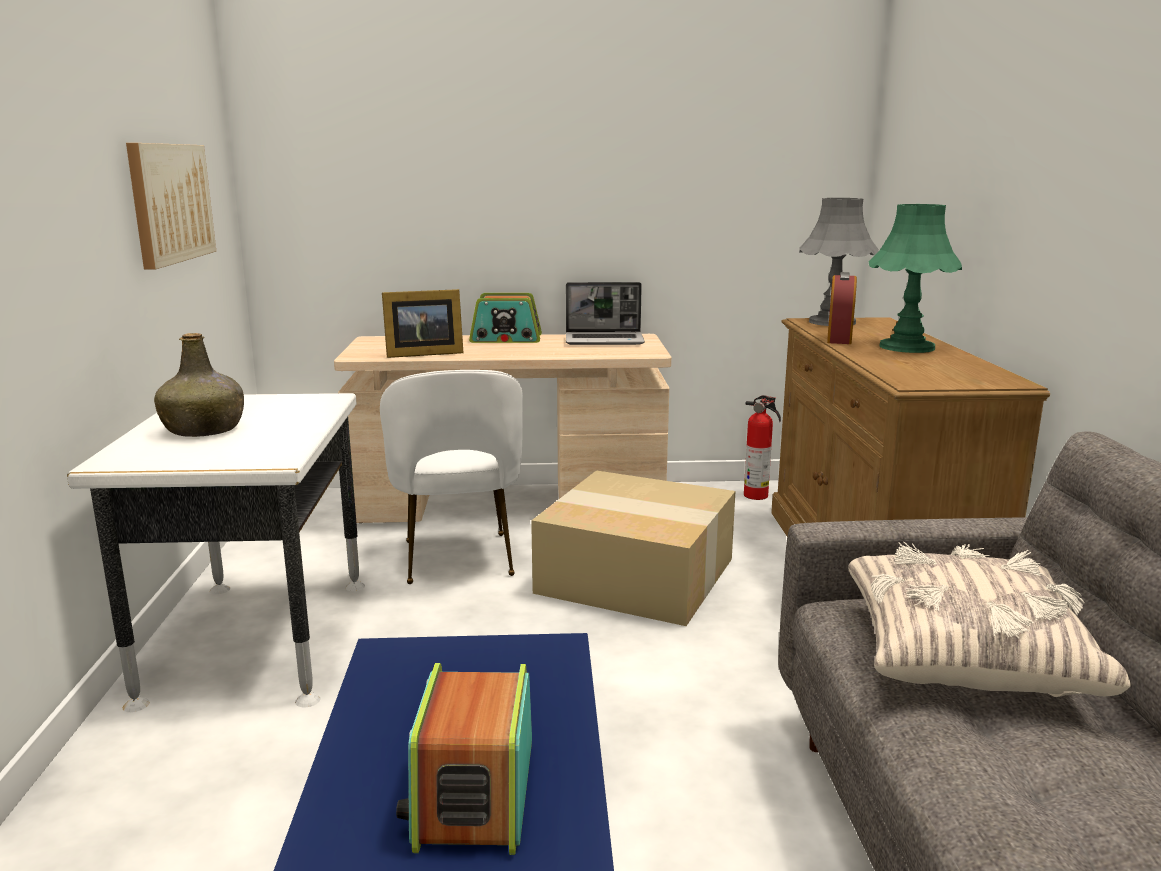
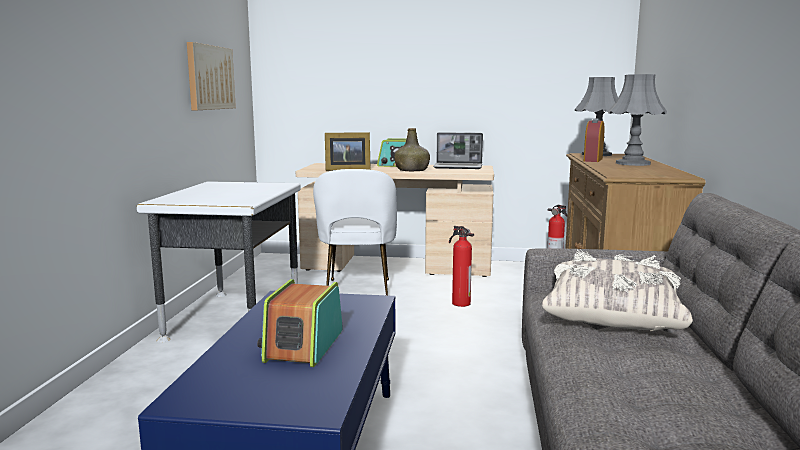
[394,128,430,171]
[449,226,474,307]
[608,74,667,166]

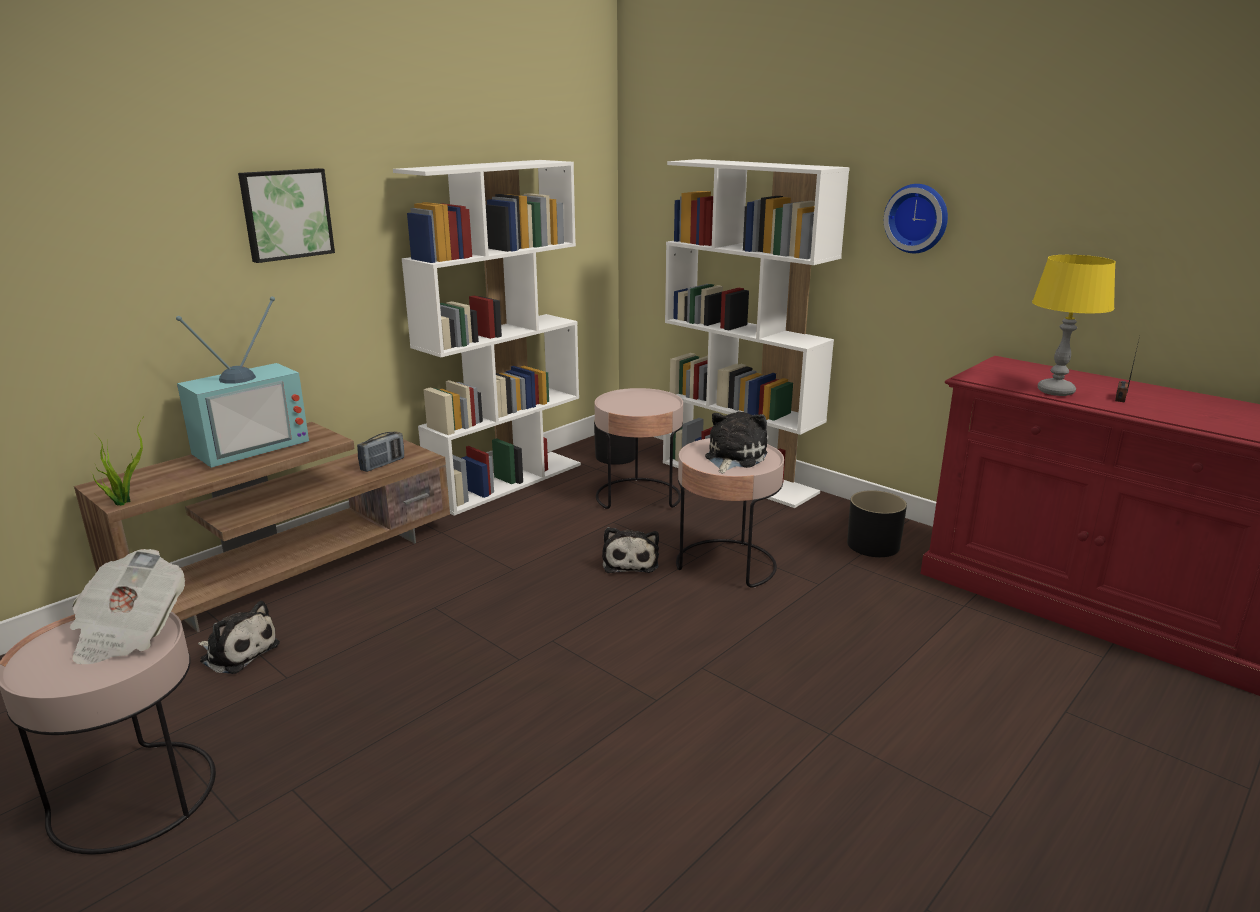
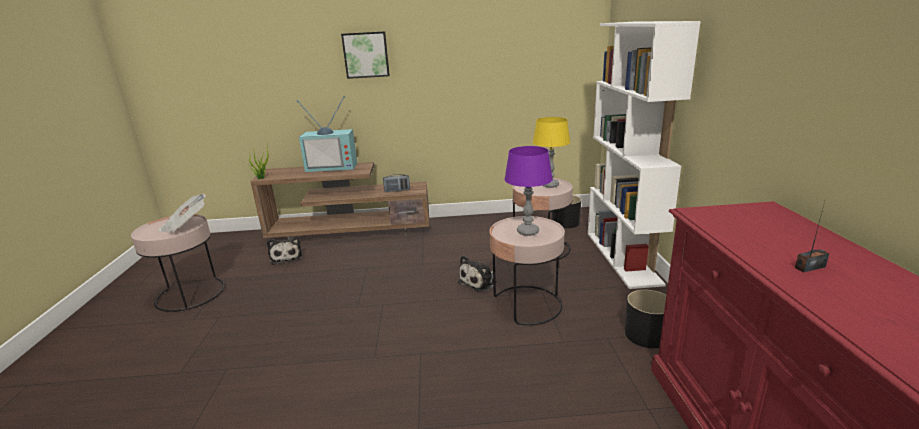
[393,160,581,516] (first image)
[504,146,553,236]
[884,184,948,253] (first image)
[532,117,570,188]

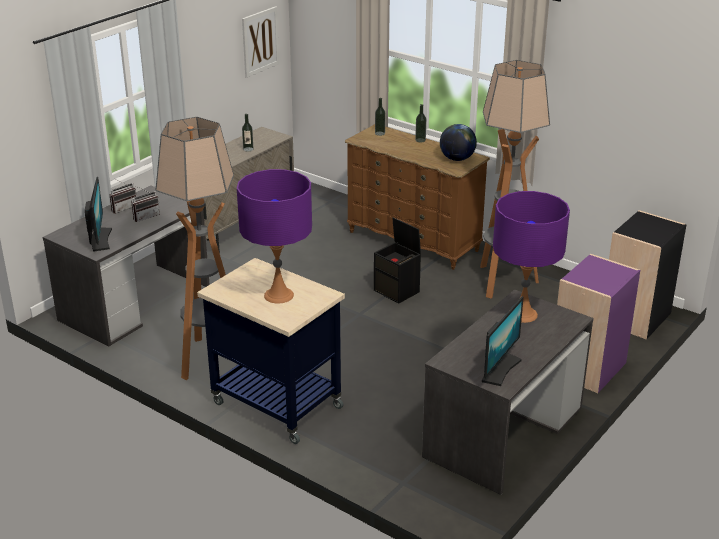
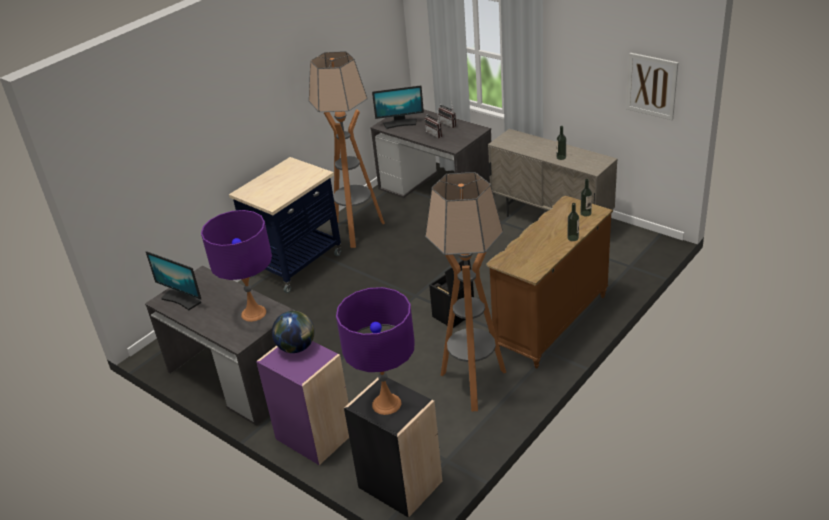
[336,287,415,415]
[272,311,314,353]

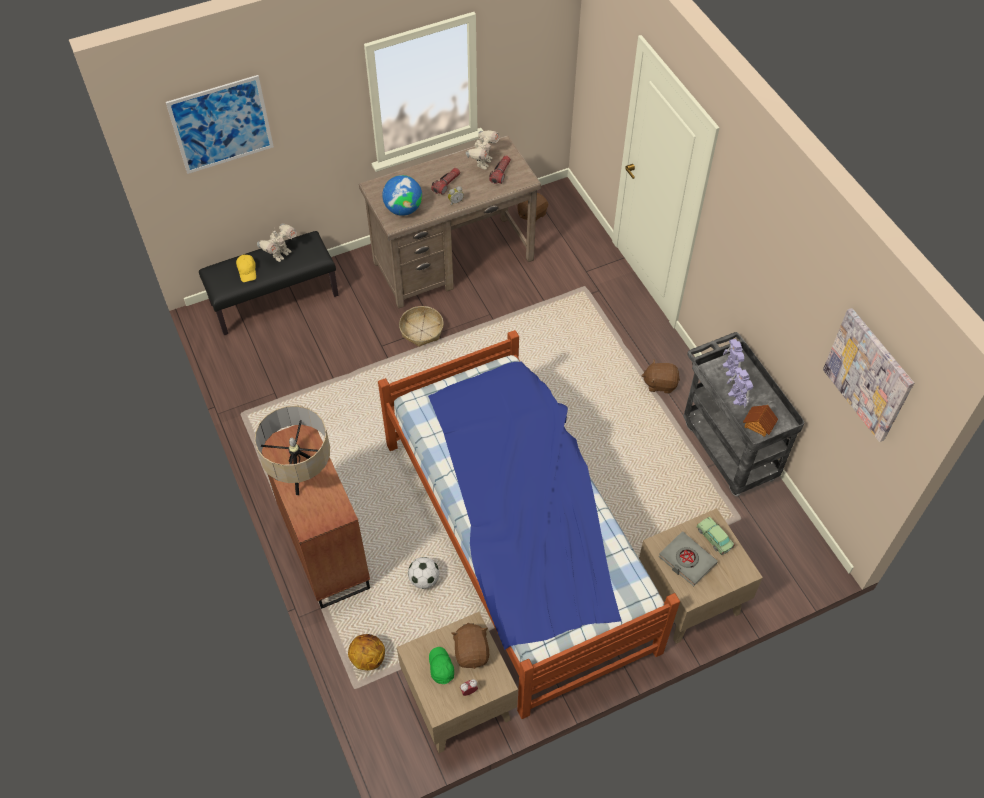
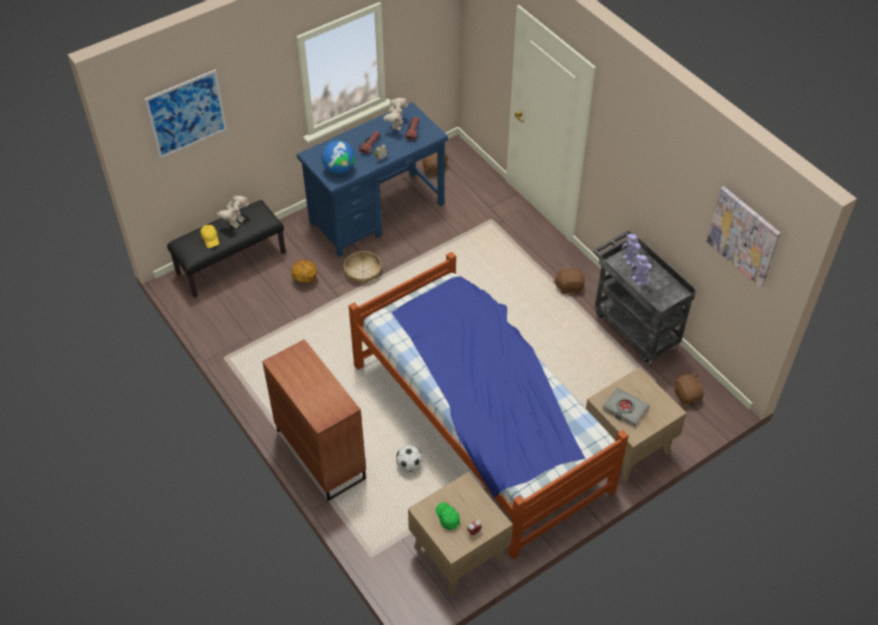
[255,405,330,495] (first image)
[291,259,317,283]
[297,102,448,257]
[674,374,704,404]
[696,516,735,555] (first image)
[743,405,778,437] (first image)

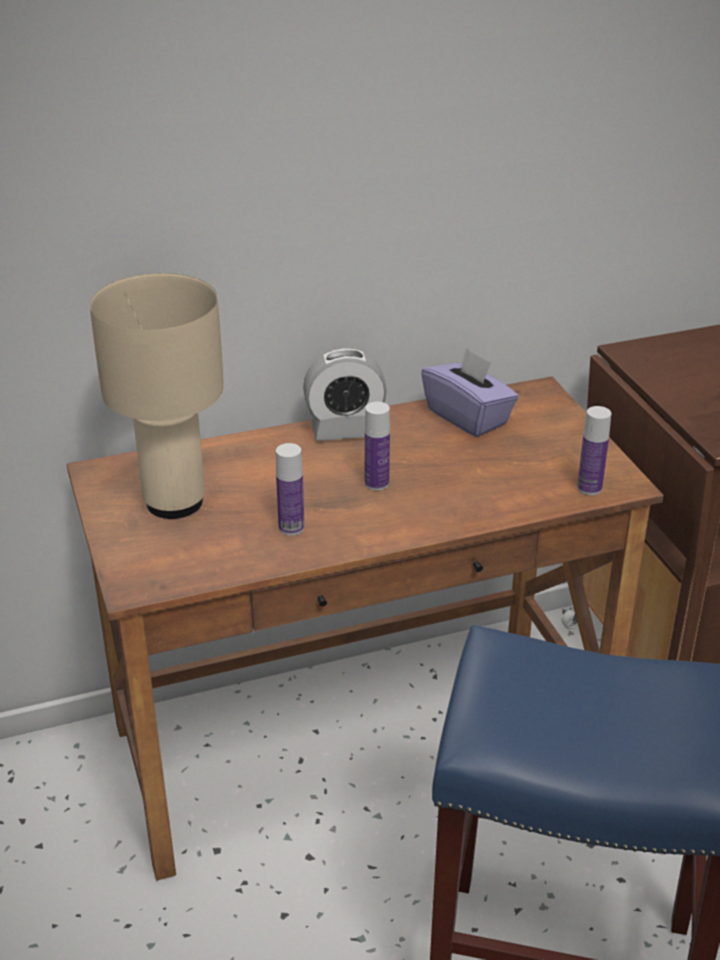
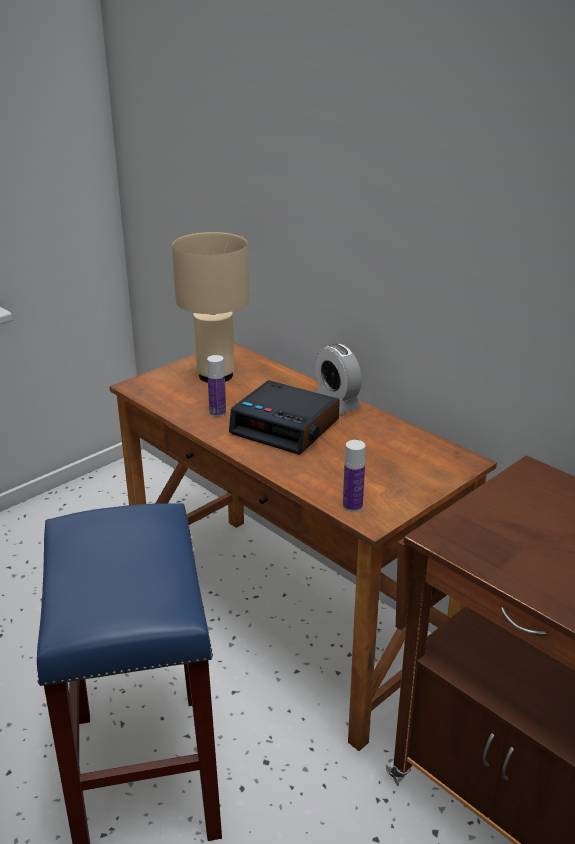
[229,380,340,455]
[421,348,519,437] (first image)

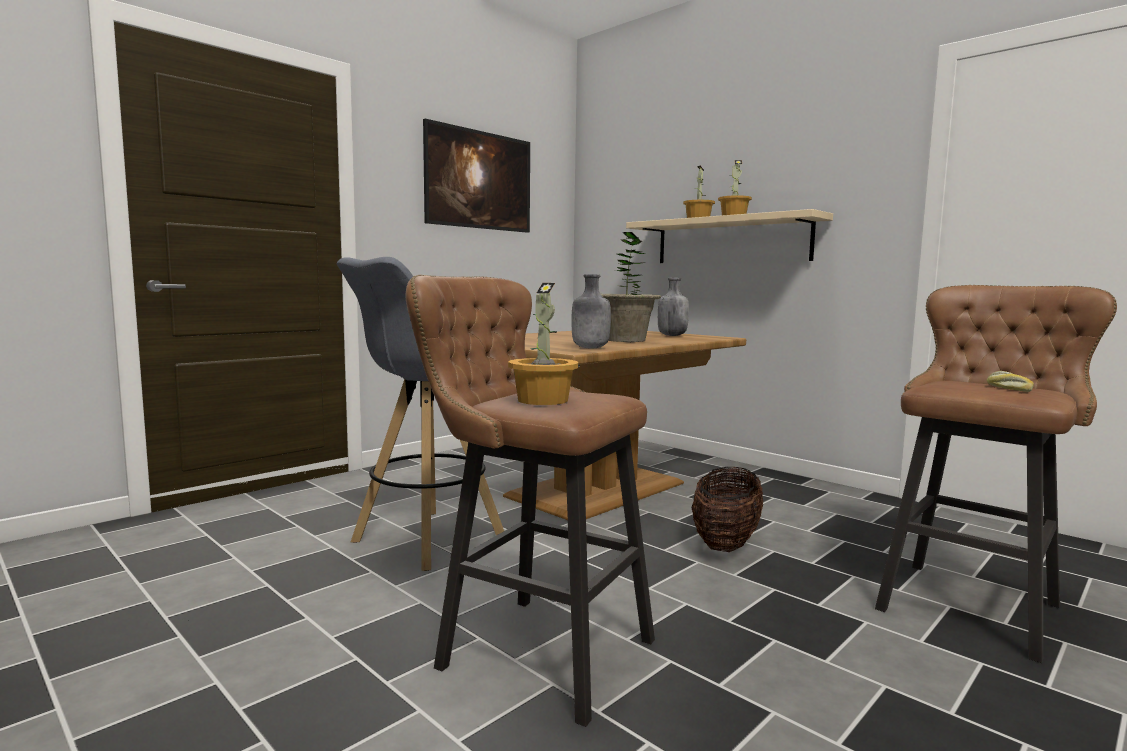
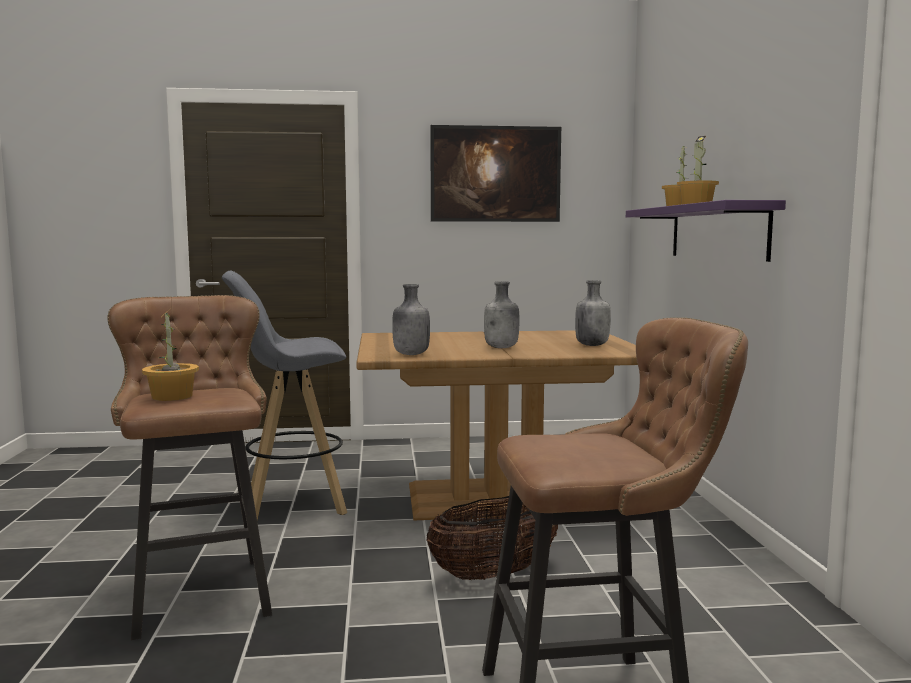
[484,281,519,348]
[626,200,786,262]
[987,371,1034,392] (first image)

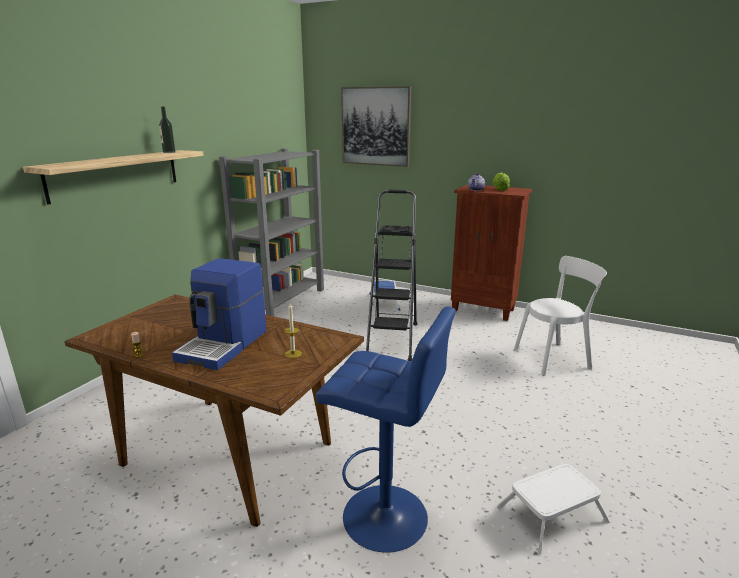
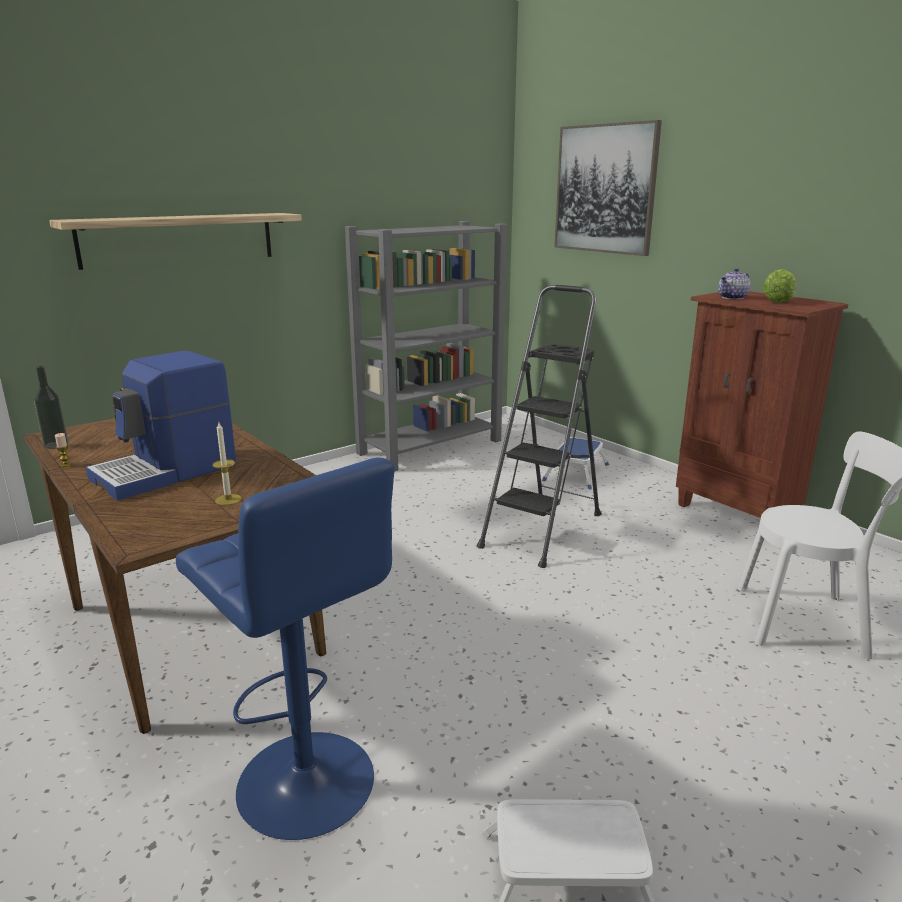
[34,366,68,449]

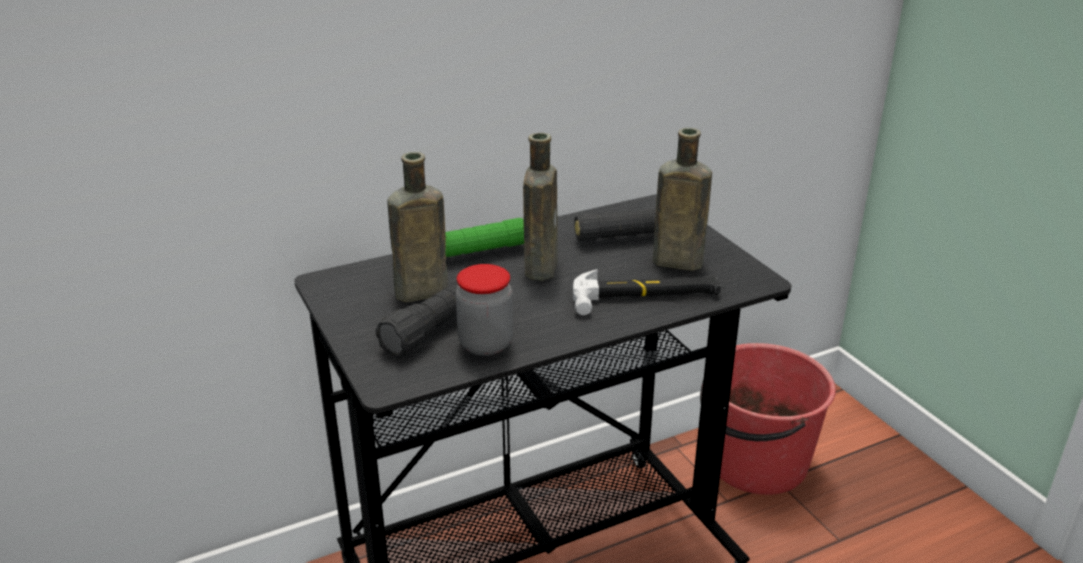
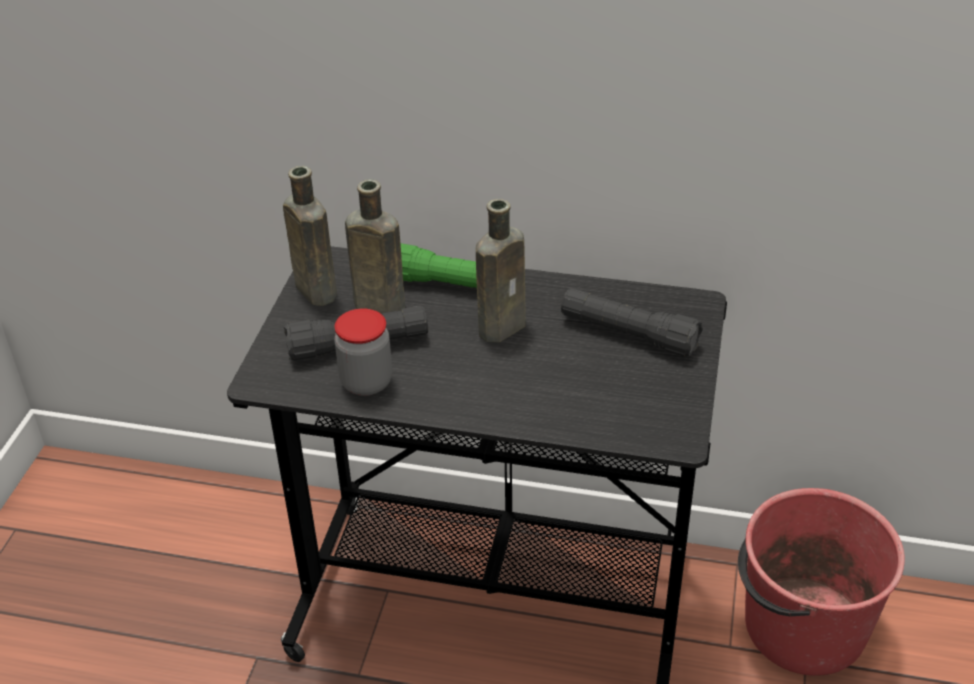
[573,269,721,315] (first image)
[283,166,337,306]

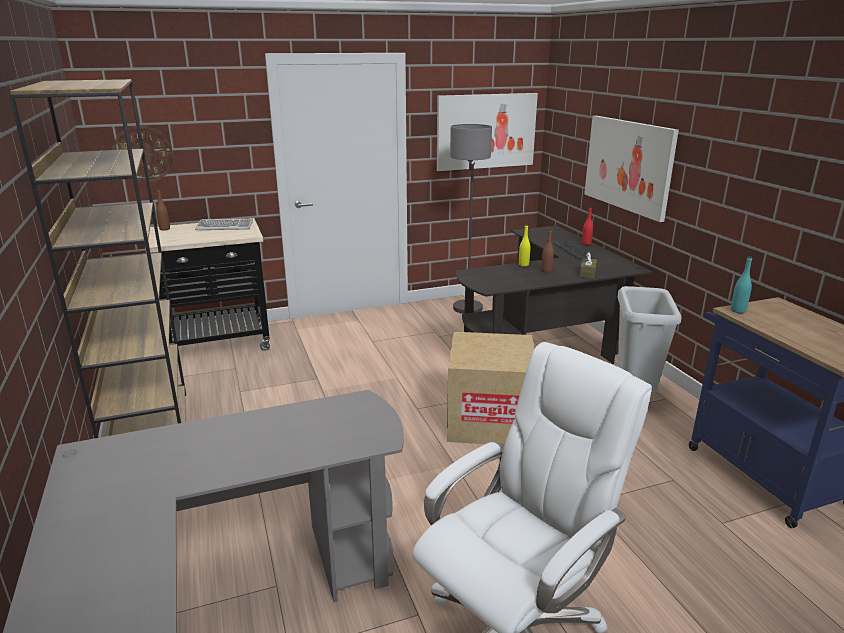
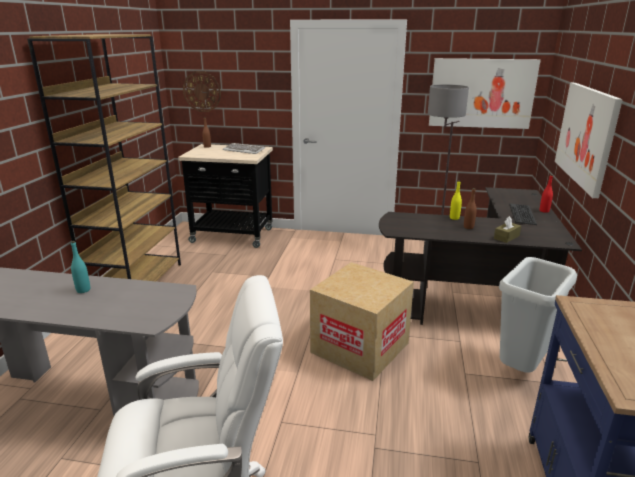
[71,241,90,293]

